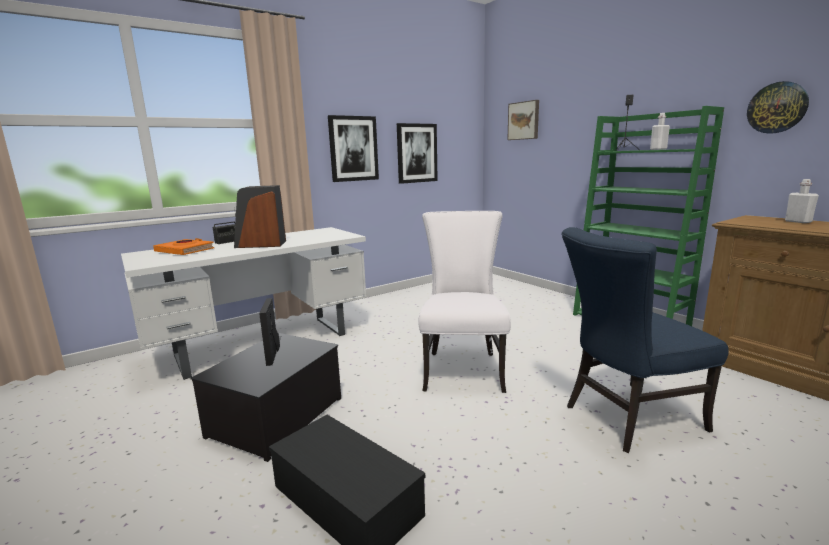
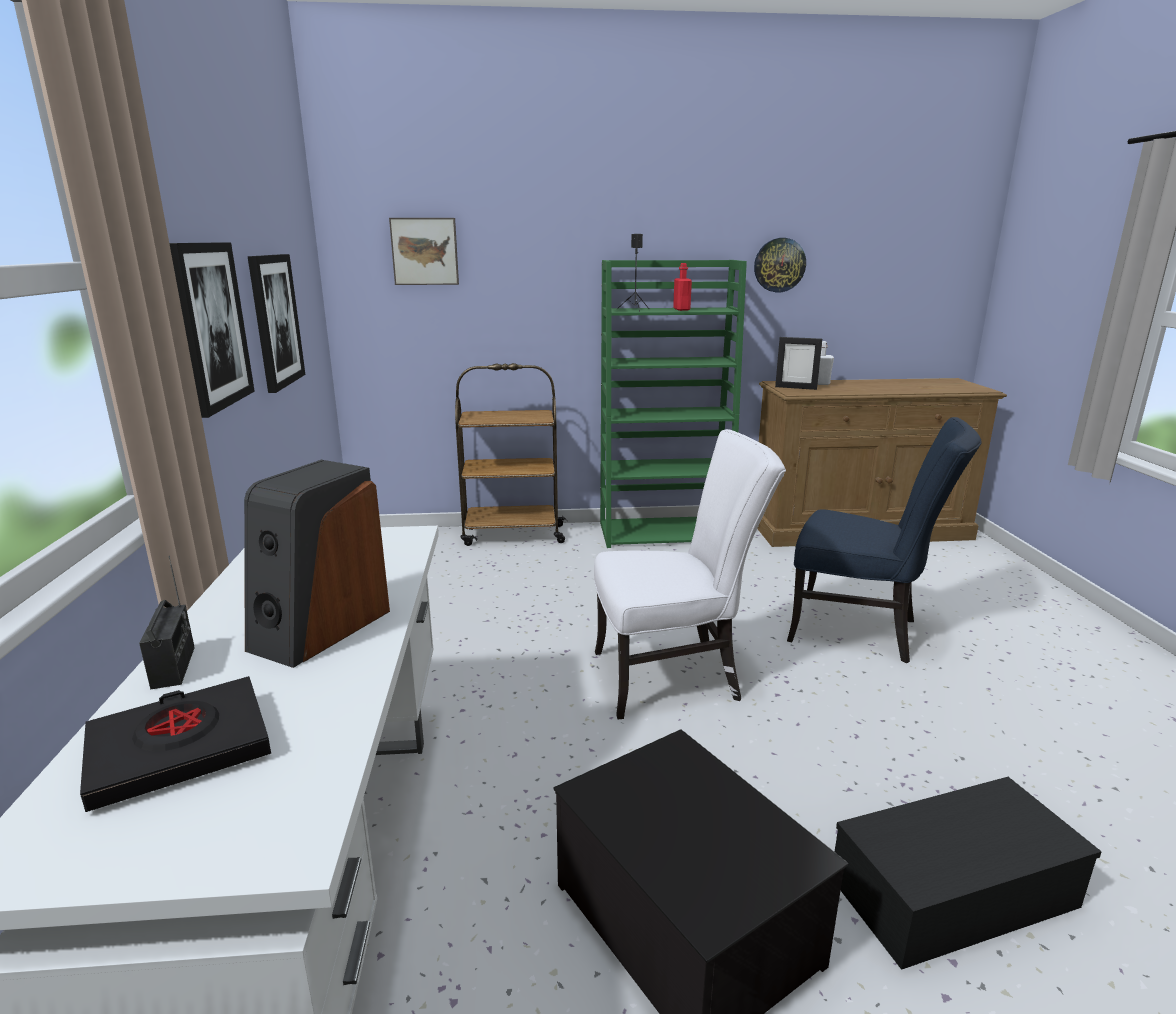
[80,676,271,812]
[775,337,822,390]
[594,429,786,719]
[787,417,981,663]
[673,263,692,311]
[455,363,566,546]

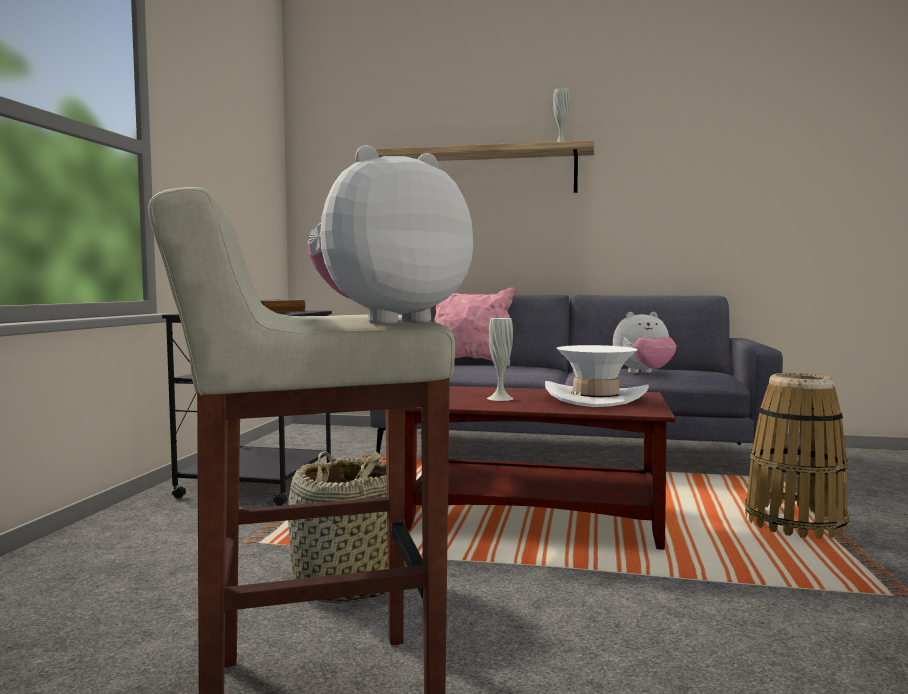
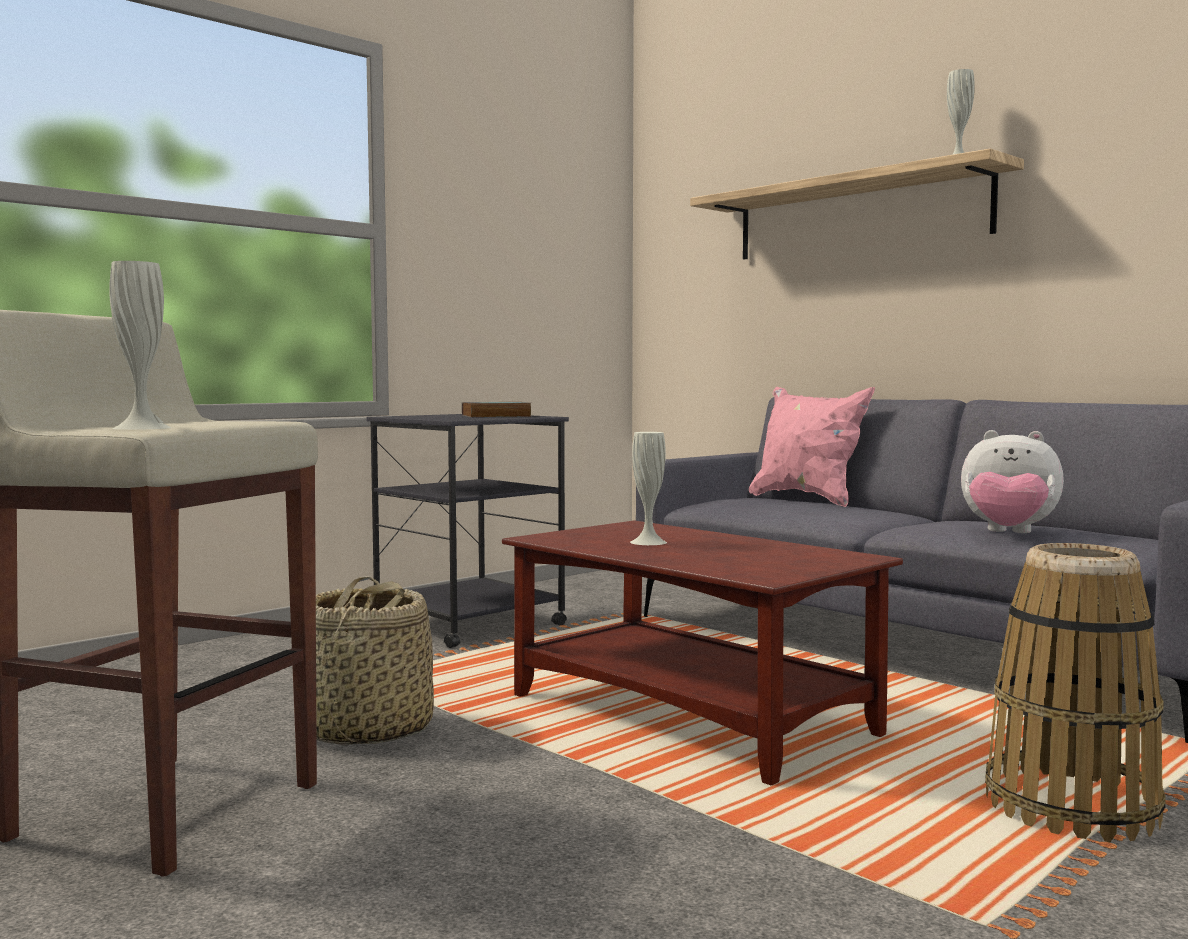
[109,261,172,430]
[545,345,649,407] (first image)

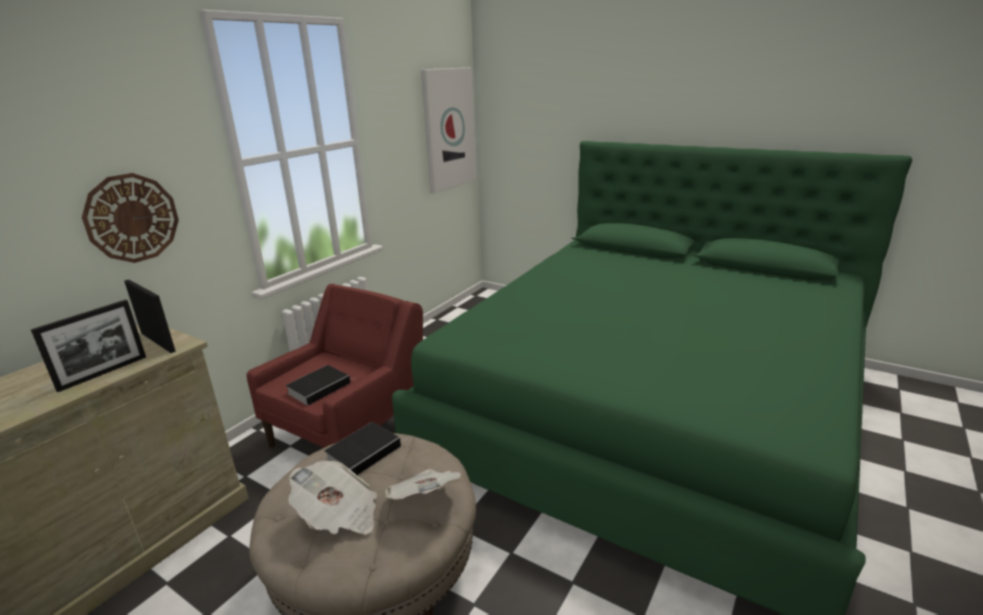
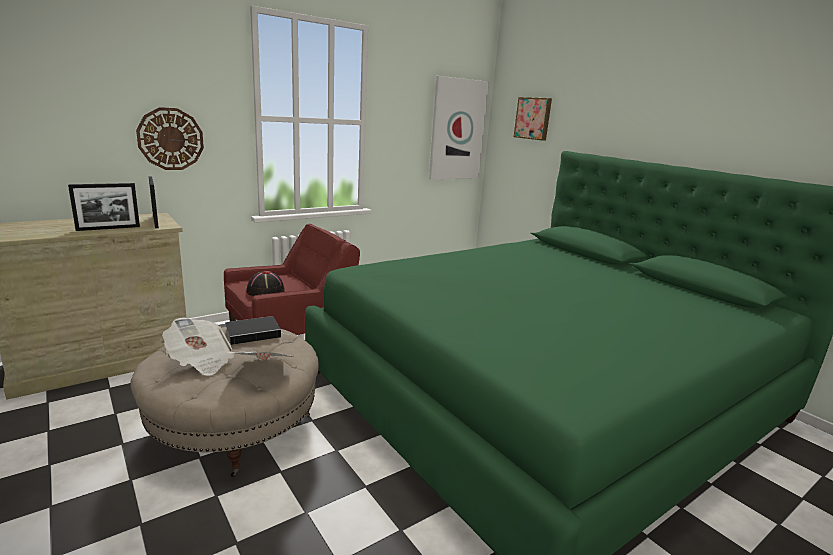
[246,271,285,296]
[514,97,552,141]

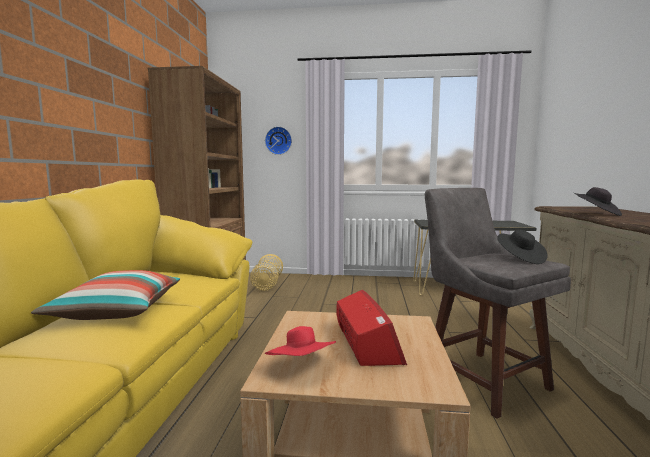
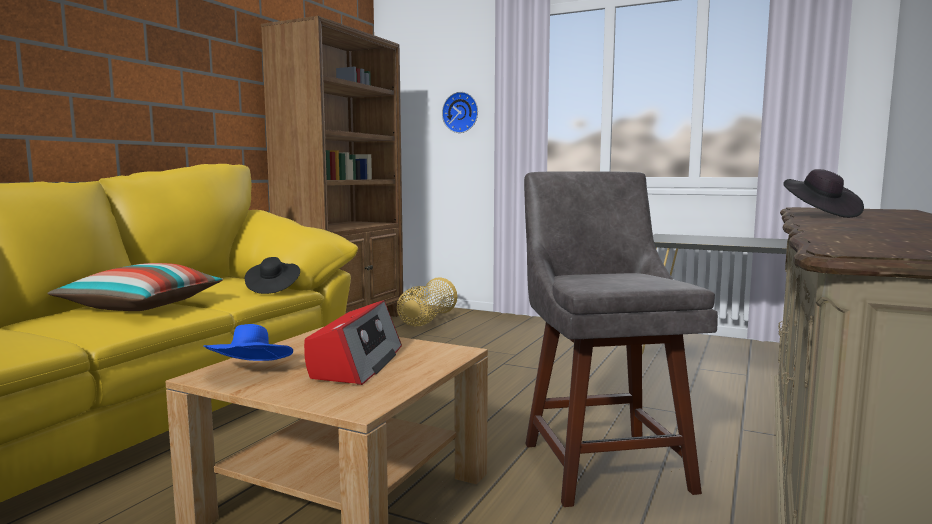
[203,324,293,361]
[245,257,300,294]

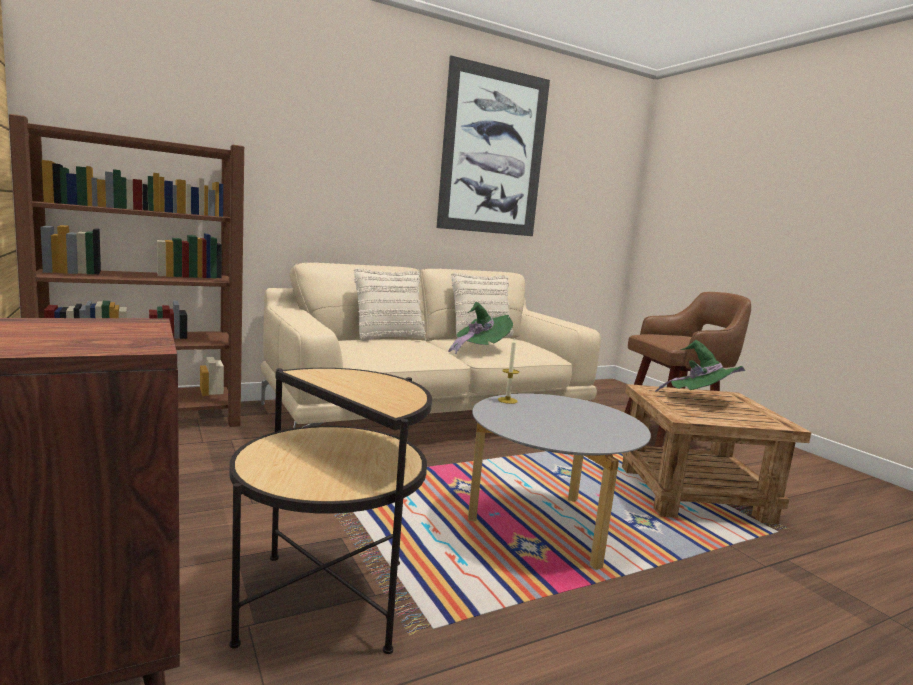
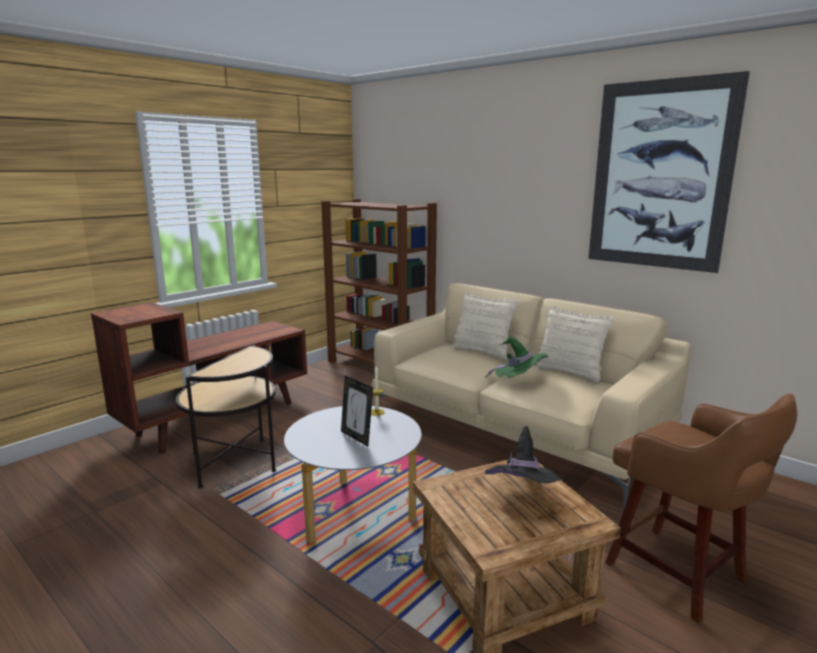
[485,426,562,483]
[341,376,373,446]

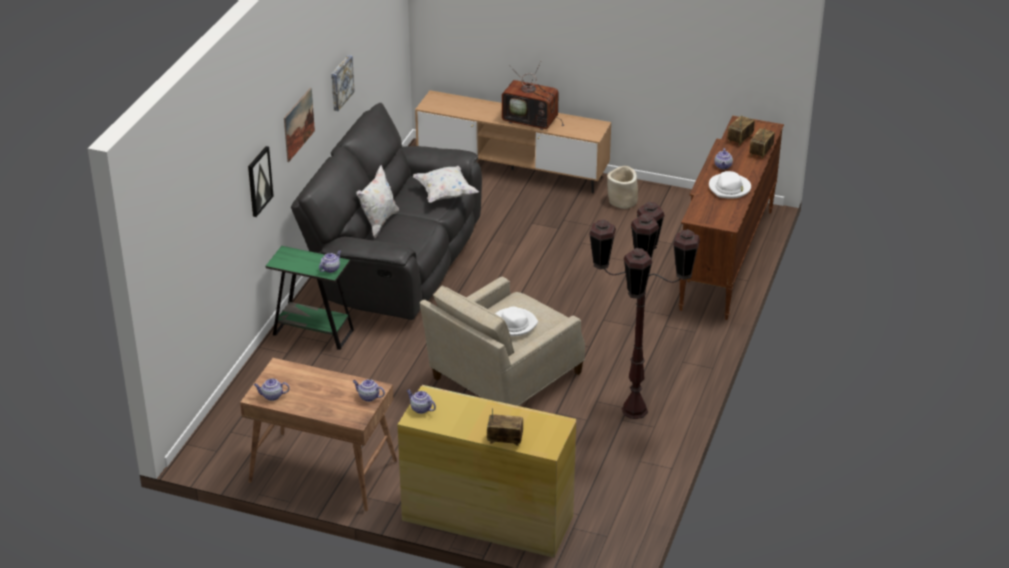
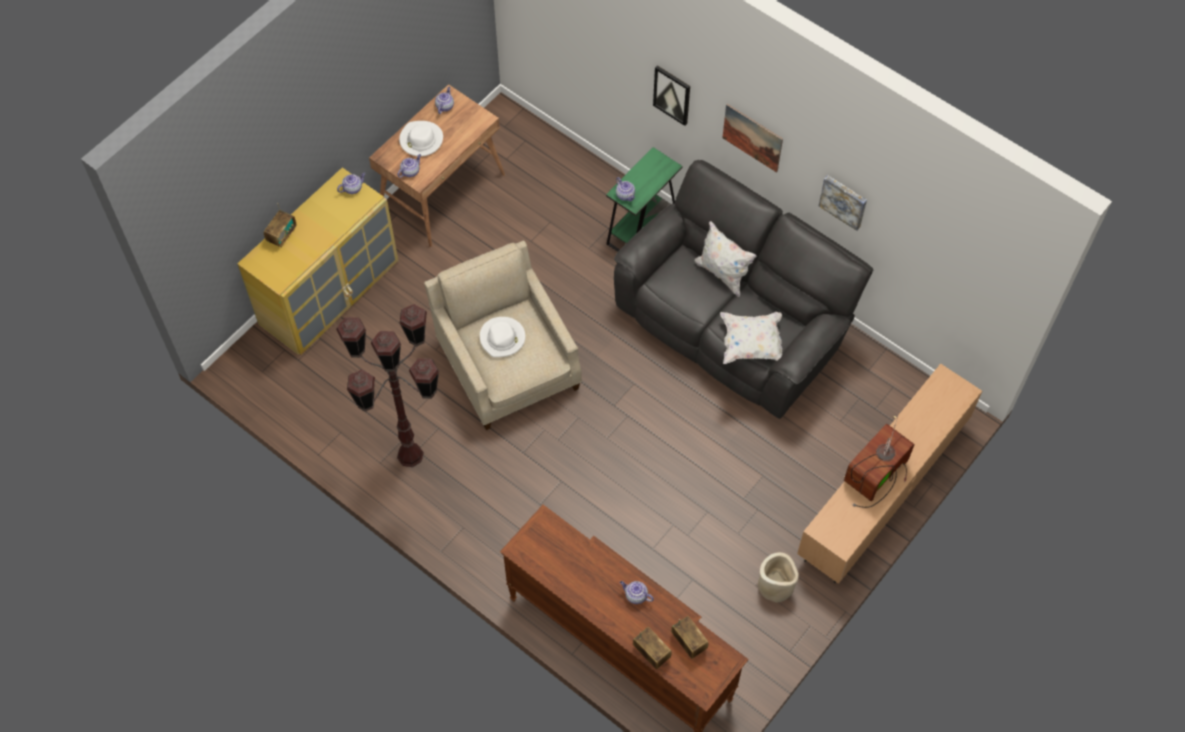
[399,121,443,157]

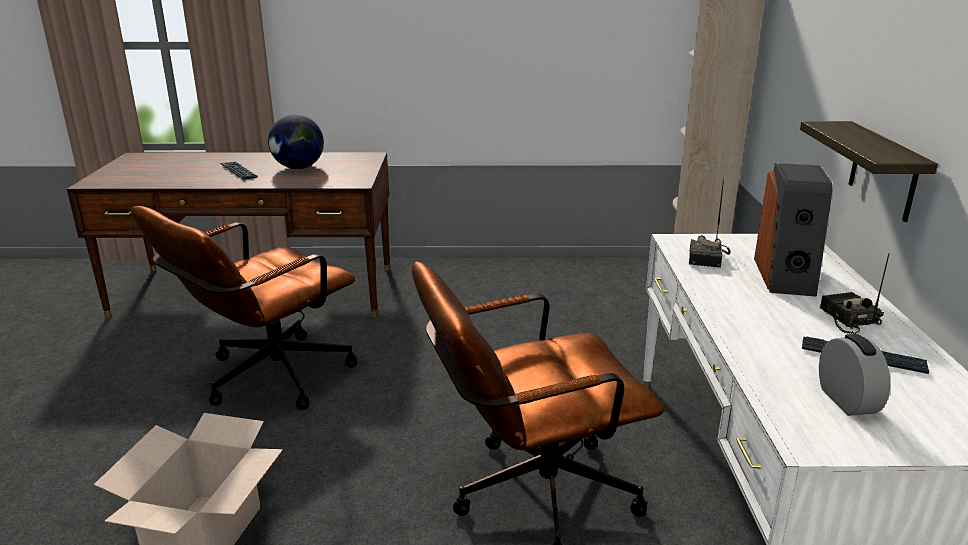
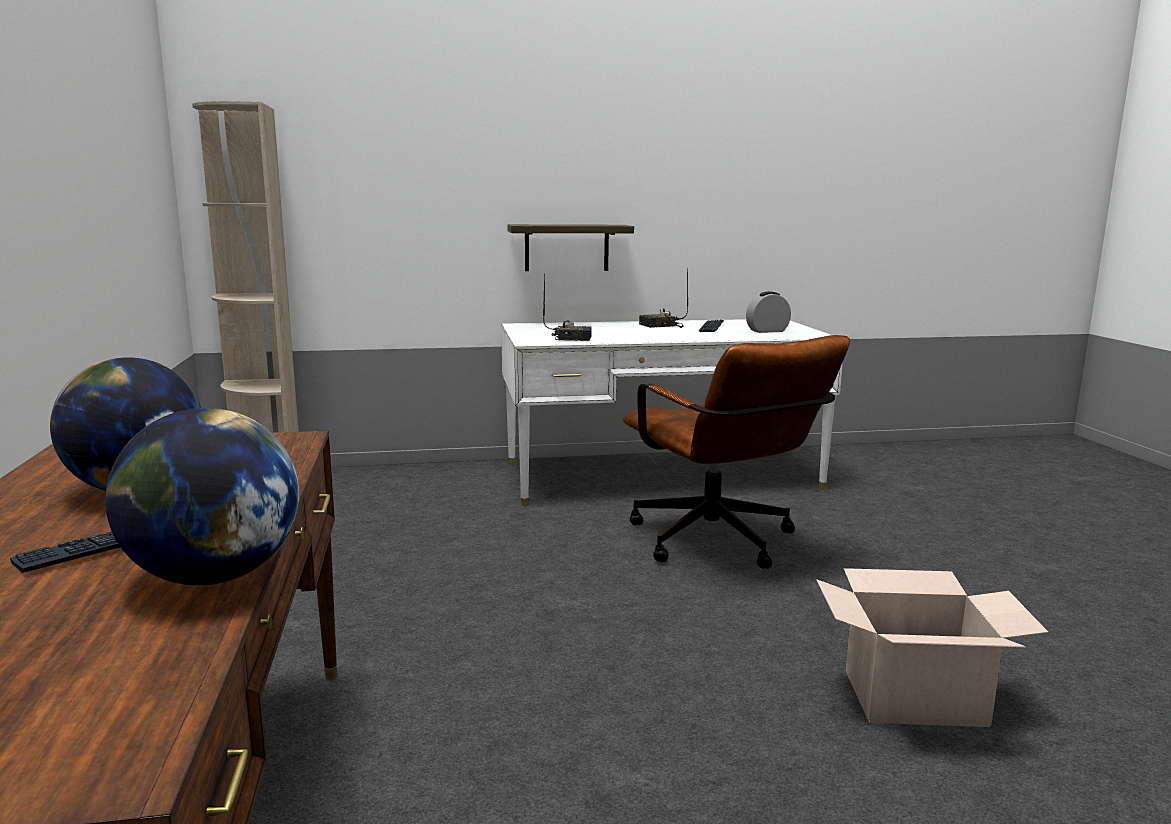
[131,206,357,410] (first image)
[754,163,832,297] (first image)
[105,408,299,585]

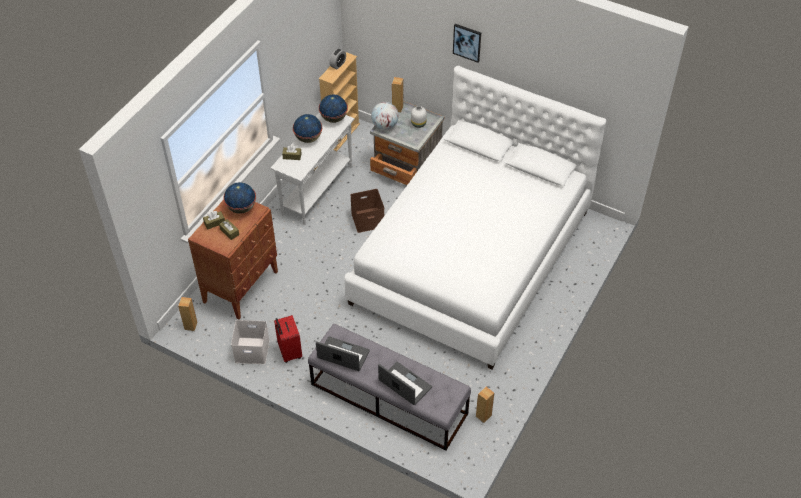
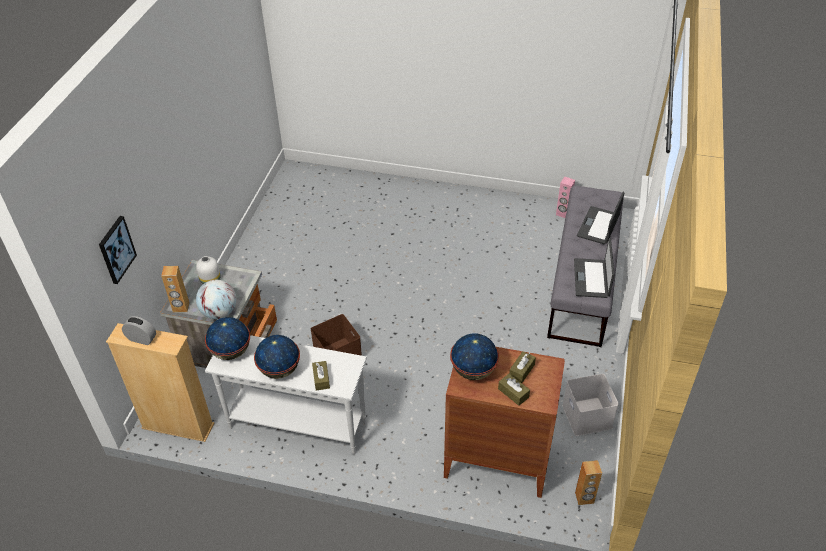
[274,316,302,363] (first image)
[345,66,606,370] (first image)
[99,216,137,284]
[556,176,575,218]

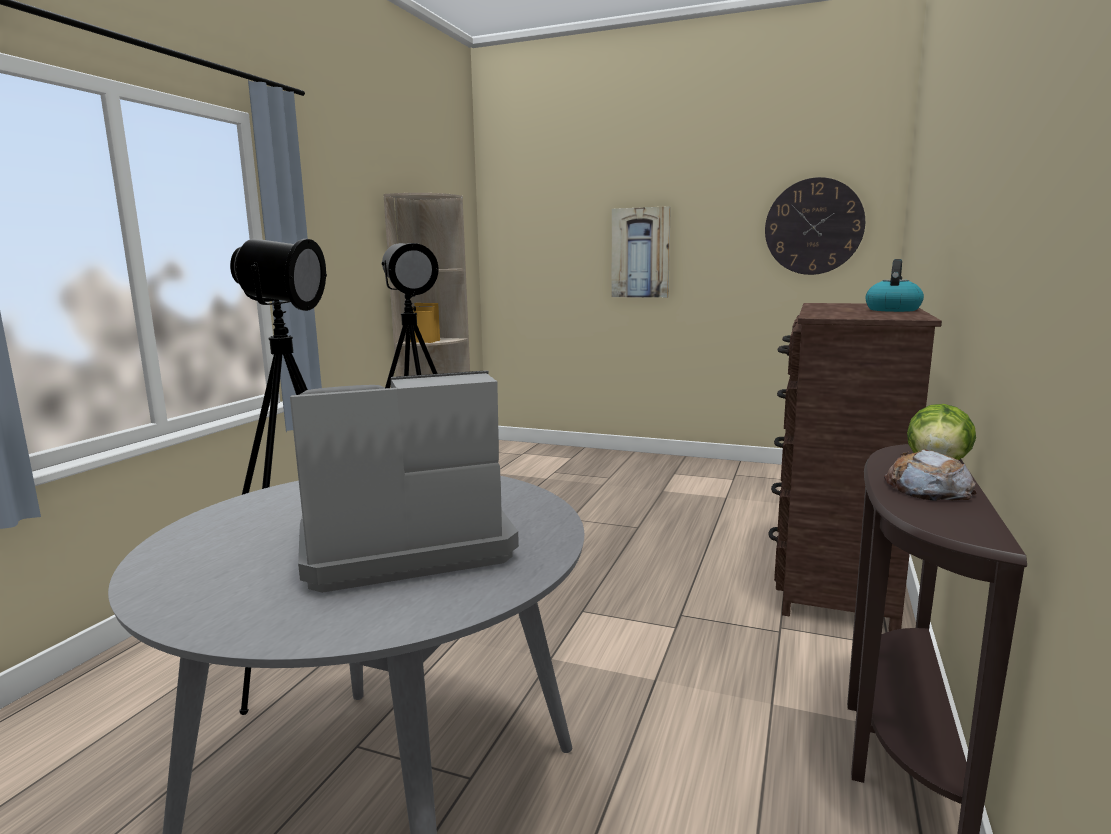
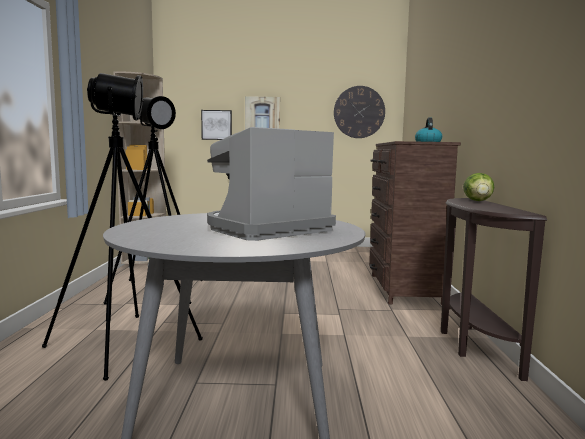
[884,449,977,501] (first image)
[201,110,232,140]

